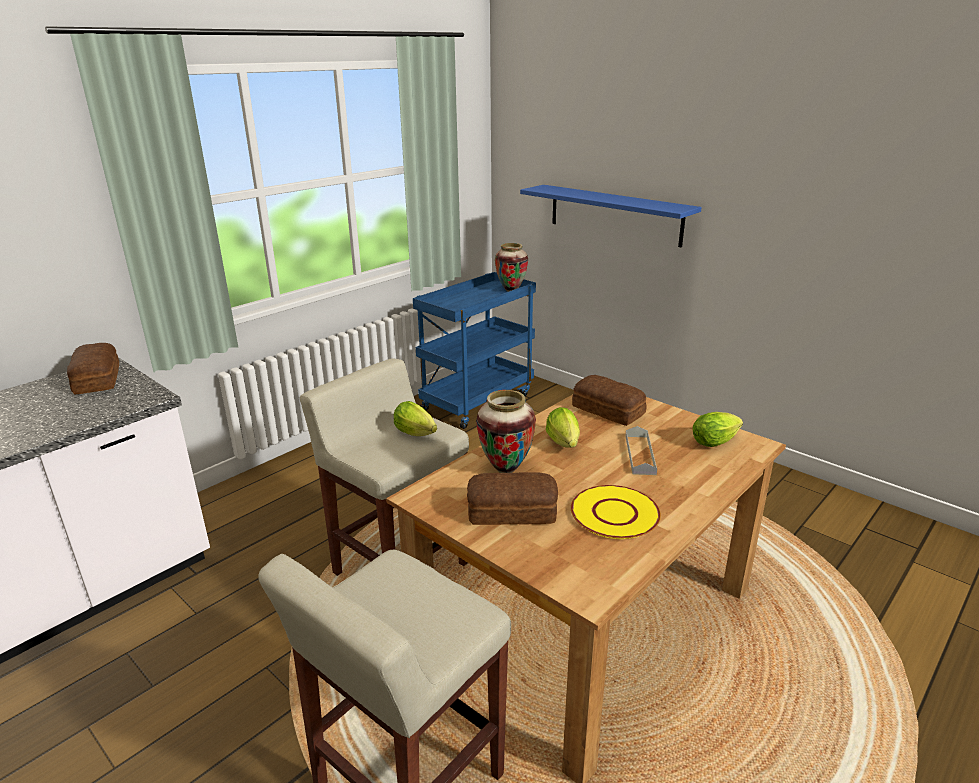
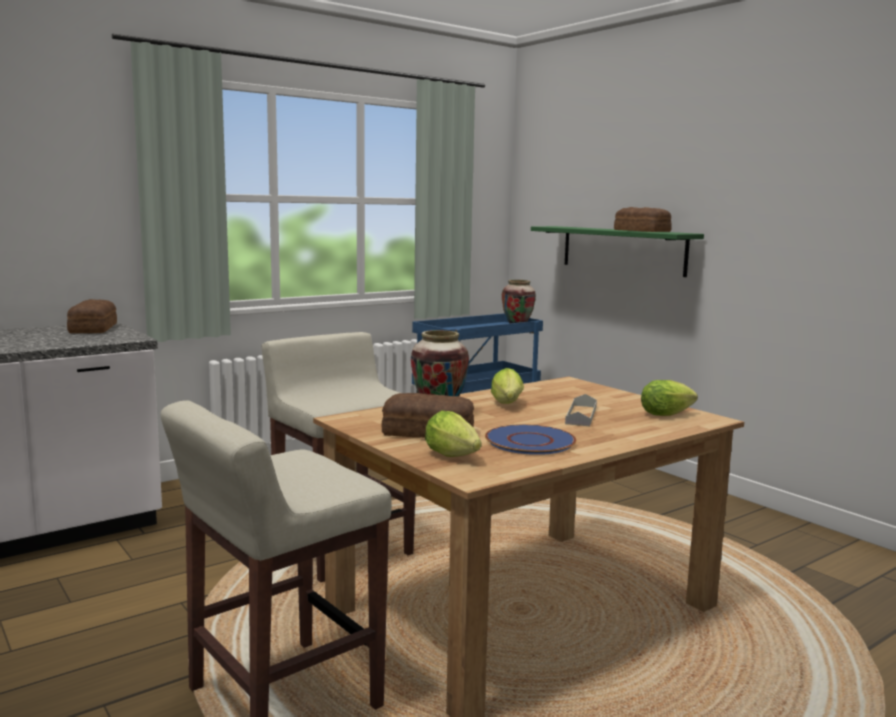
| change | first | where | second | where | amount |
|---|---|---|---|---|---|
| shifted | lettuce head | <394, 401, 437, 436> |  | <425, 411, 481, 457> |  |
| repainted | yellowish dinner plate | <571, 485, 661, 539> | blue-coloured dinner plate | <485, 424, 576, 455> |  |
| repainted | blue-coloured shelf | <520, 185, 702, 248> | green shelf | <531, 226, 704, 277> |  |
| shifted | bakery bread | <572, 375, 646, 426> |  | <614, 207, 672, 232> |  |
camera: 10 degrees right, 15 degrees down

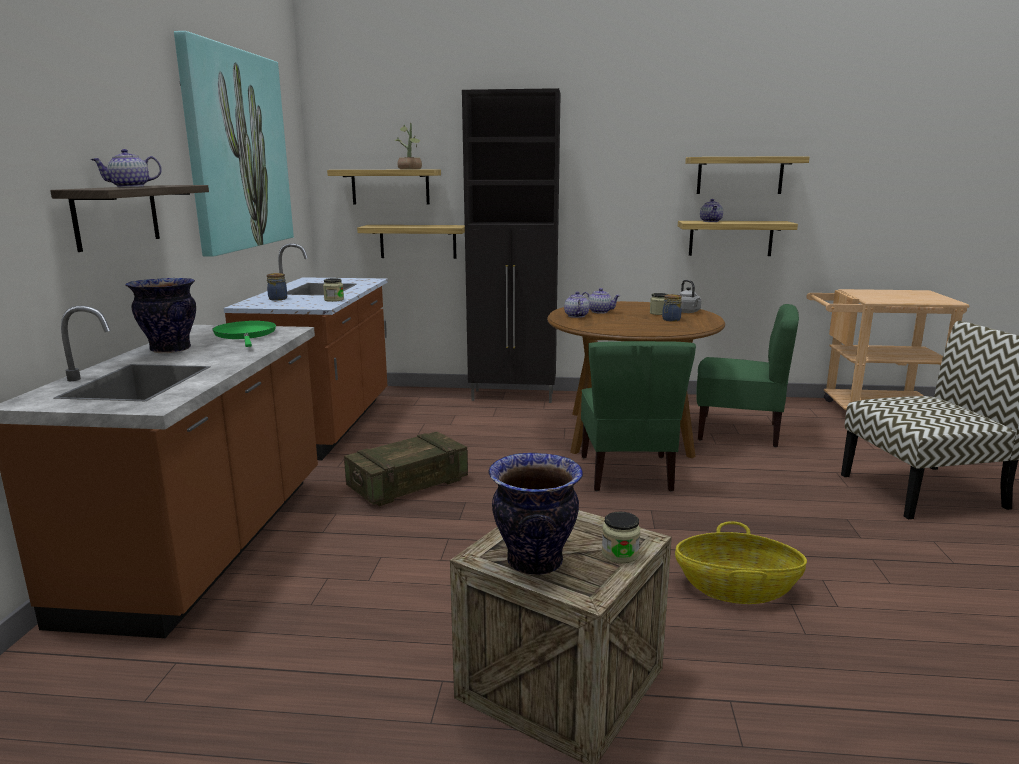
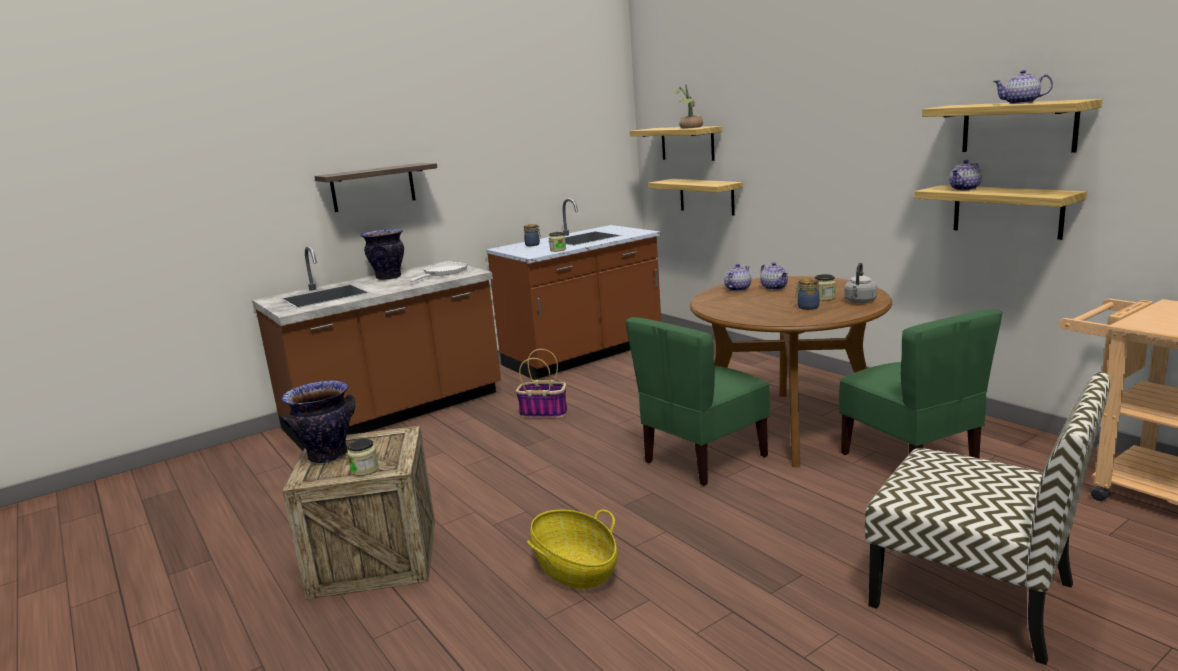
| change | first | where | second | where | amount |
|---|---|---|---|---|---|
| repainted | green frying pan | <212, 321, 276, 347> | white frying pan | <410, 262, 468, 282> |  |
| swapped | crate | <344, 431, 468, 506> | storage basket | <516, 349, 567, 418> |  |
| shifted | pot for tea | <91, 149, 162, 187> |  | <993, 70, 1053, 104> |  |
| gone | picture | <174, 31, 294, 257> |  |  |  |
| gone | black cupboard | <462, 88, 561, 403> |  |  |  |
camera: 50 degrees right, 0 degrees up

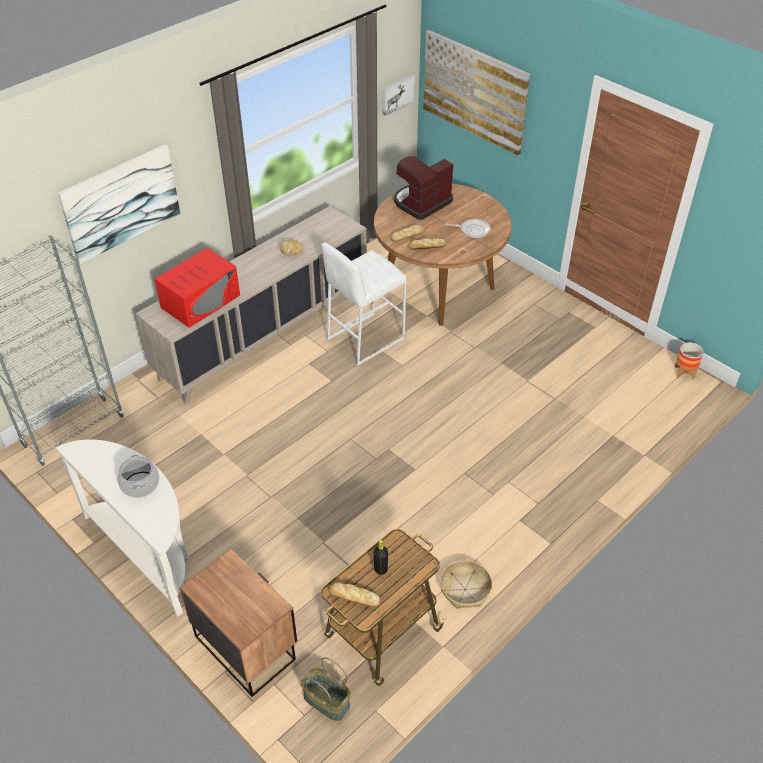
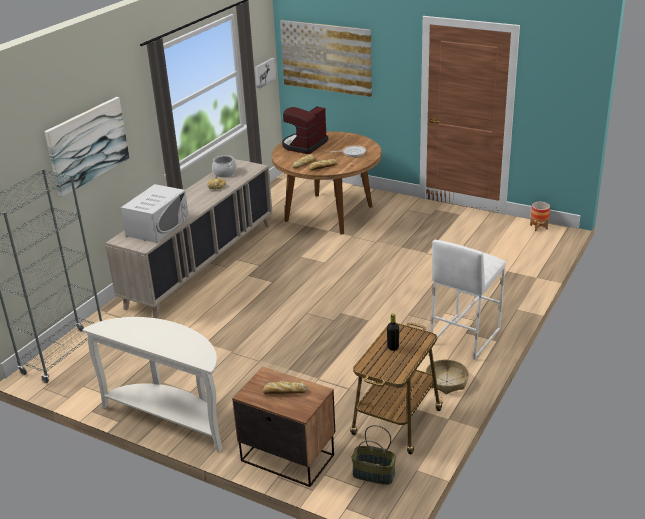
| change | first | where | second | where | amount |
|---|---|---|---|---|---|
| repainted | red-coloured microwave oven | <155, 248, 240, 328> | white microwave oven | <121, 184, 189, 243> |  |
| shifted | saucepot | <118, 455, 159, 498> |  | <212, 155, 237, 177> |  |
| shifted | bakery bread | <328, 582, 380, 607> |  | <263, 381, 308, 394> |  |
| shifted | white stool | <322, 242, 406, 366> |  | <430, 240, 506, 360> |  |
camera: 15 degrees left, 15 degrees down

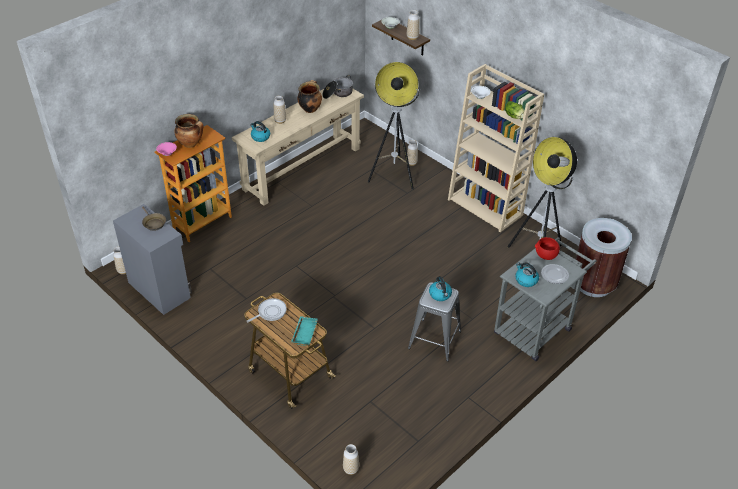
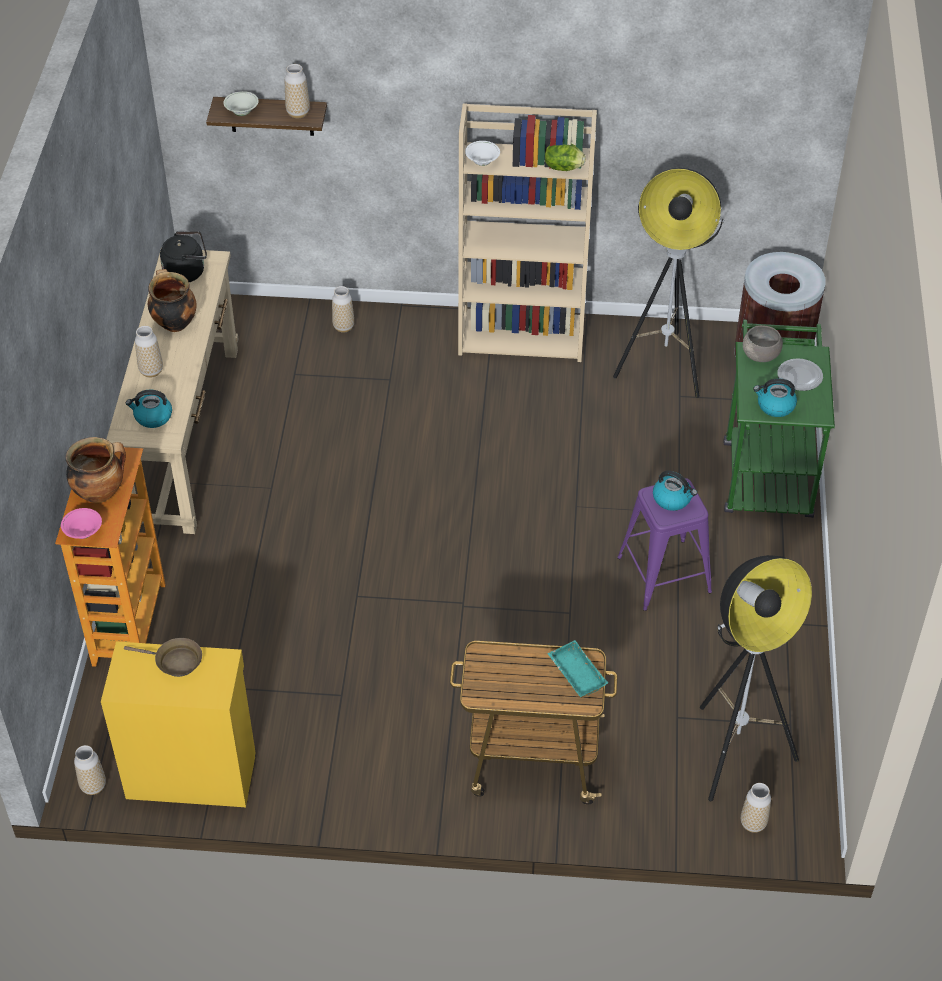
| change | first | where | second | where | amount |
|---|---|---|---|---|---|
| repainted | greyish cupboard | <113, 204, 192, 315> | yellowish cupboard | <101, 641, 256, 807> |  |
| swapped | saucepot | <322, 75, 353, 99> | black water kettle | <160, 231, 207, 282> |  |
| repainted | greyish stool | <408, 282, 461, 361> | purplish stool | <617, 478, 712, 611> |  |
| shifted | standard lamp | <368, 62, 421, 190> |  | <700, 555, 812, 802> |  |
| repainted | greyish wheeled cart | <494, 237, 597, 361> | green wheeled cart | <723, 320, 835, 518> |  |
| repainted | red-coloured bowl | <535, 237, 560, 260> | greyish bowl | <743, 325, 783, 362> |  |
| gone | frying pan | <247, 298, 287, 322> |  |  |  |
camera: 40 degrees left, 5 degrees up

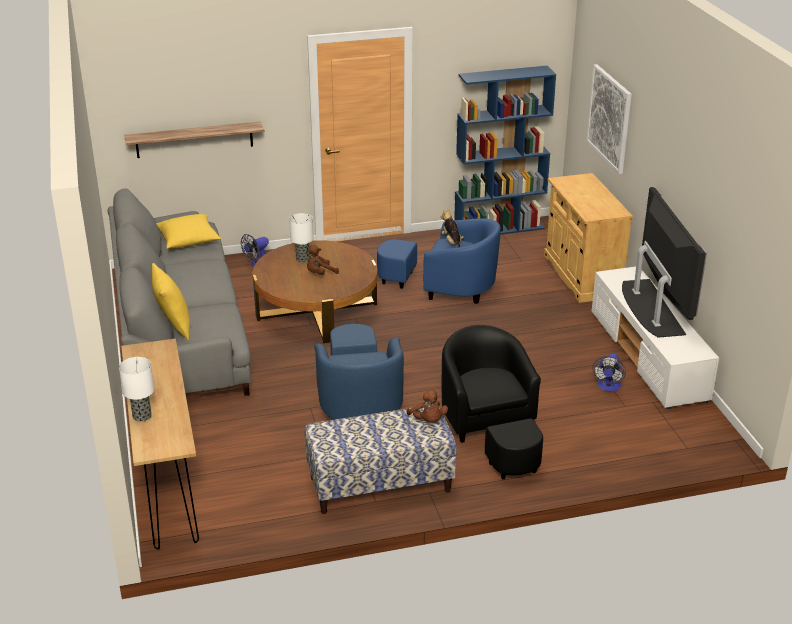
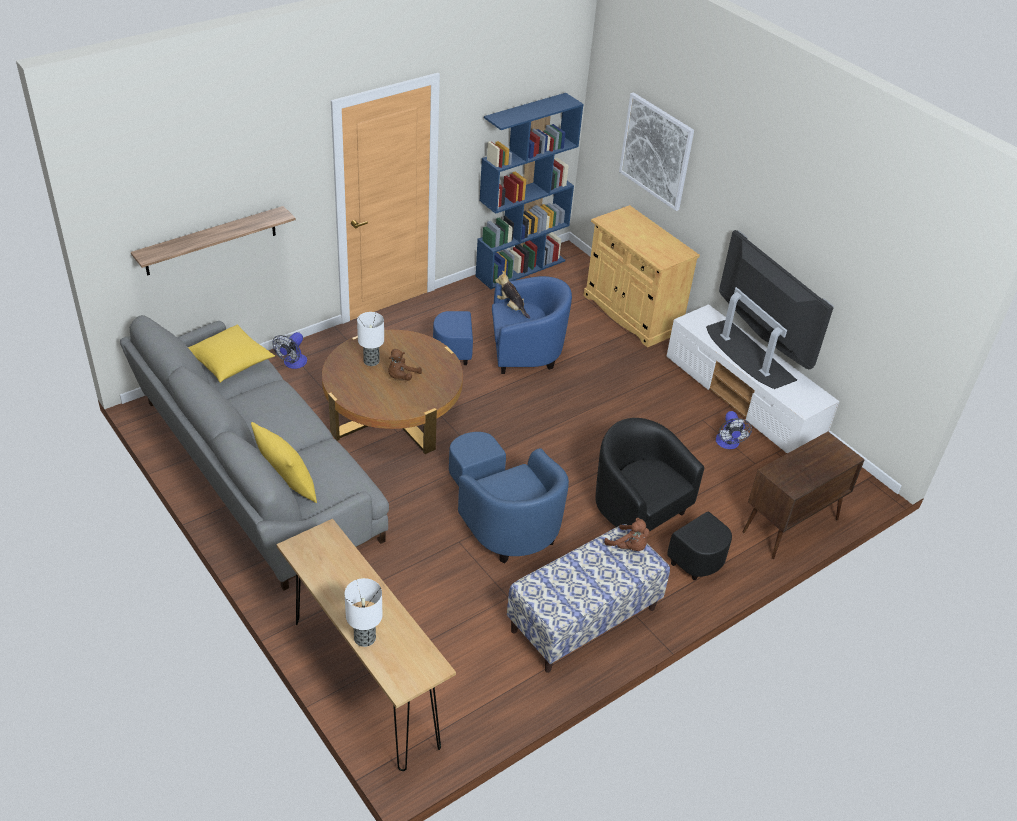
| change | first | where | second | where | amount |
|---|---|---|---|---|---|
| new |  |  | brown-coloured cupboard | <743, 432, 865, 559> |  |
camera: 25 degrees left, 10 degrees up

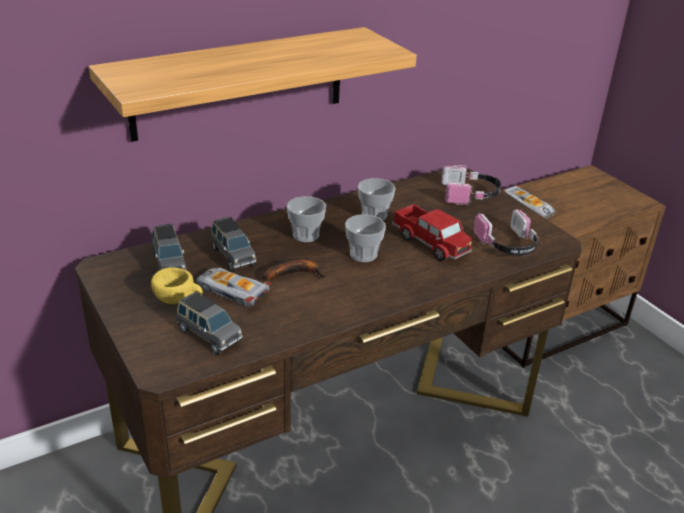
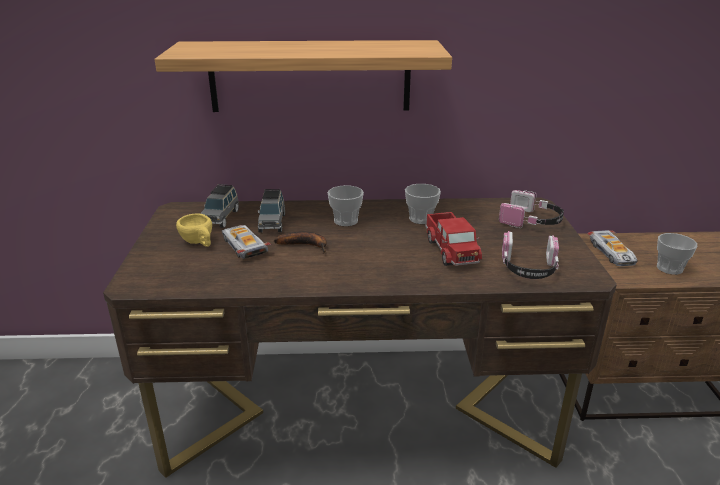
| change | first | where | second | where | amount |
|---|---|---|---|---|---|
| shifted | small cup | <345, 215, 386, 262> |  | <657, 233, 698, 275> |  |
| gone | greyish toy car | <176, 291, 242, 355> |  |  |  |
camera: 30 degrees right, 5 degrees down

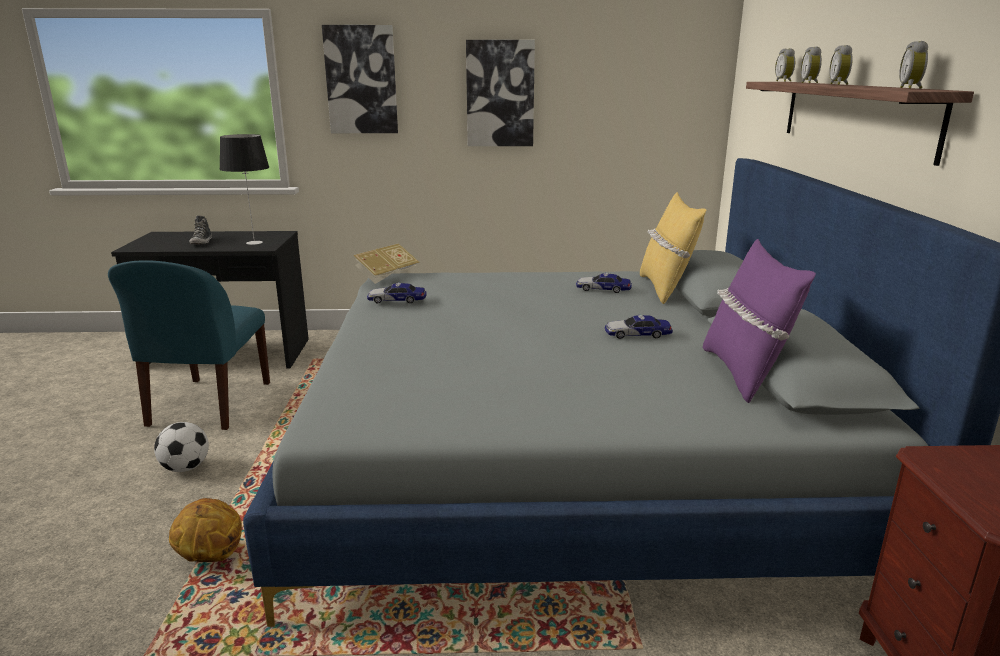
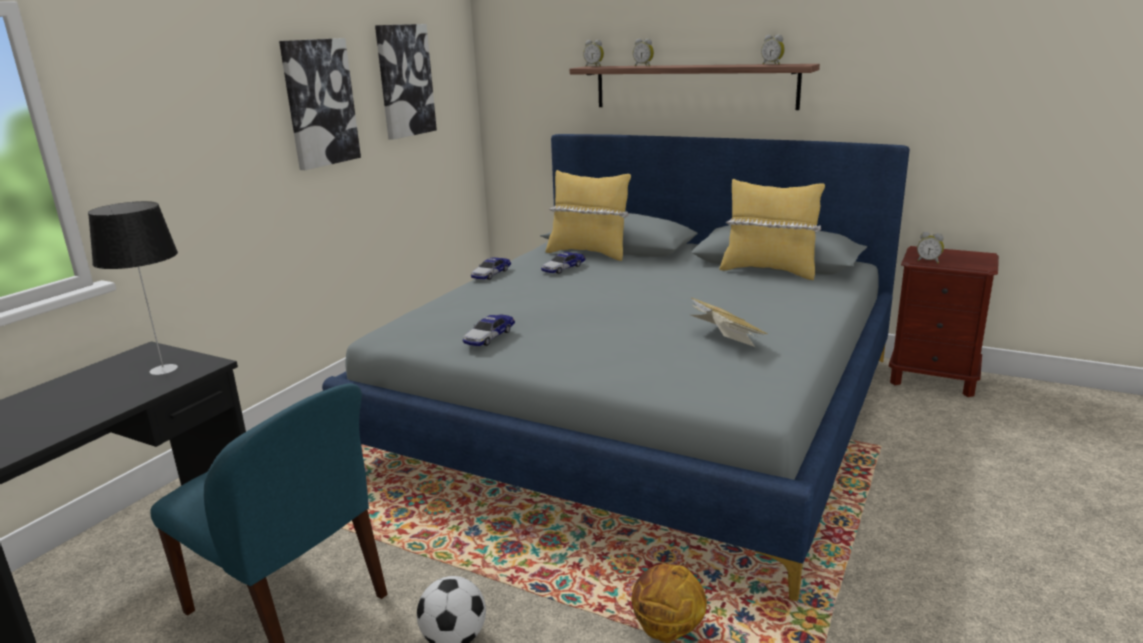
| change | first | where | second | where | amount |
|---|---|---|---|---|---|
| shifted | picture | <322, 25, 398, 133> |  | <375, 24, 437, 140> |  |
| shifted | toy car | <605, 315, 673, 339> |  | <471, 257, 511, 280> |  |
| shifted | book | <353, 243, 420, 284> |  | <691, 297, 767, 347> |  |
| repainted | purplish cushion | <703, 239, 816, 403> | yellowish cushion | <720, 179, 825, 280> |  |
| shifted | bedside clock | <829, 45, 853, 85> |  | <917, 232, 944, 264> |  |
| gone | shoe | <189, 216, 212, 244> |  |  |  |
camera: 60 degrees left, 0 degrees up

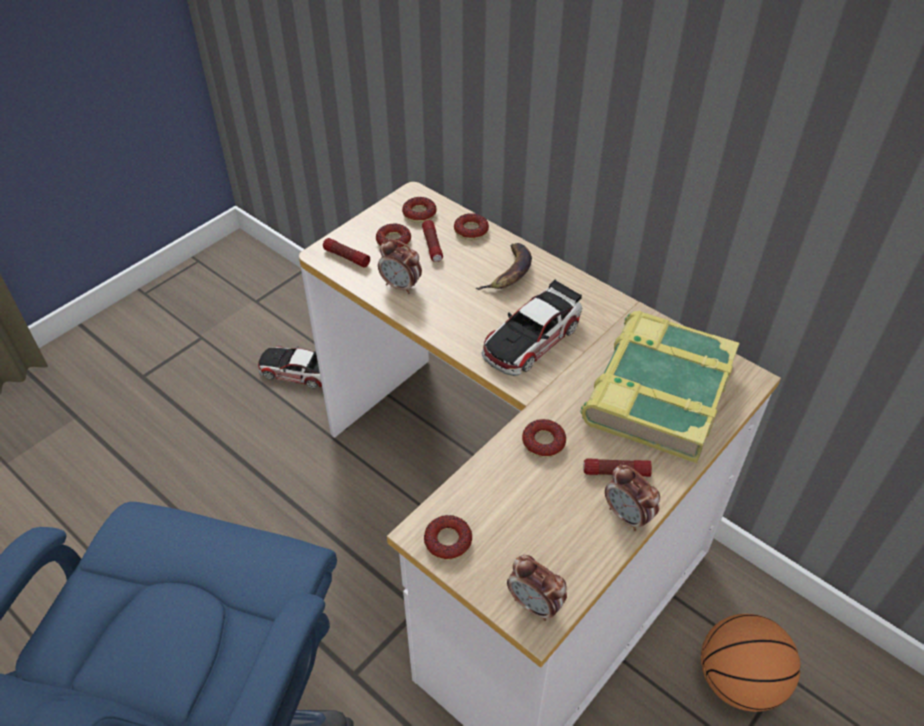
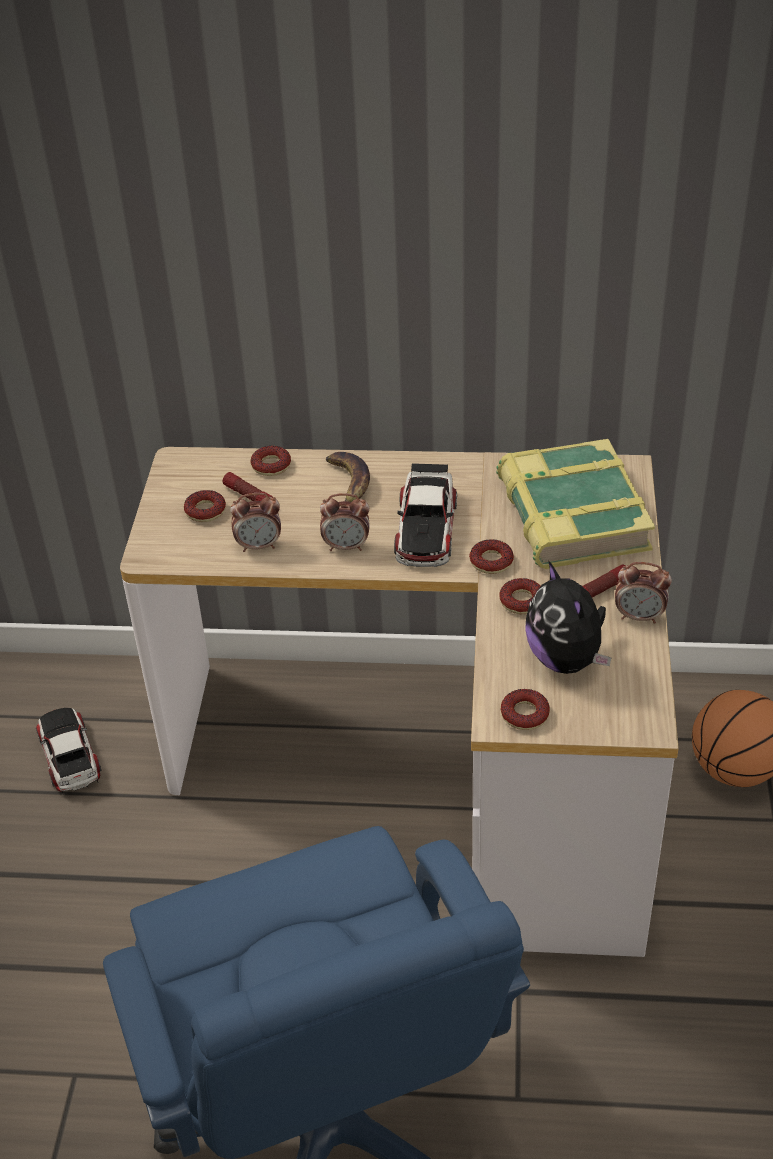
| change | first | where | second | where | amount |
|---|---|---|---|---|---|
| rotated | toy car | <258, 346, 322, 389> |  | <36, 708, 101, 795> | 90 degrees clockwise |
| shifted | bedside clock | <507, 555, 567, 621> |  | <320, 493, 370, 551> |  |
| shifted | ring doughnut | <402, 197, 437, 223> |  | <469, 539, 514, 574> |  |
| new |  |  | soft toy | <525, 560, 611, 674> |  |
| gone | hand torch | <323, 238, 370, 267> |  |  |  |
camera: 35 degrees left, 5 degrees down

